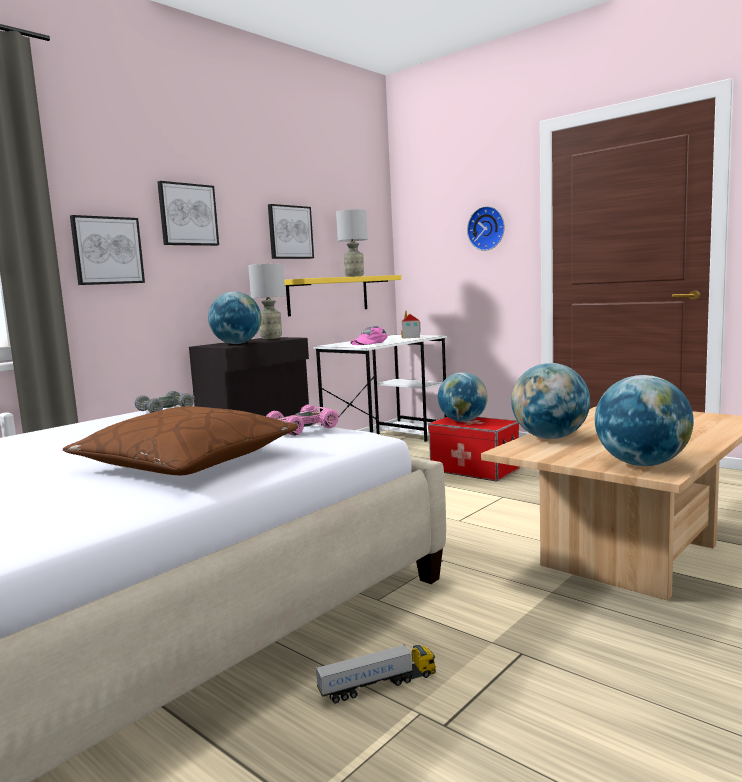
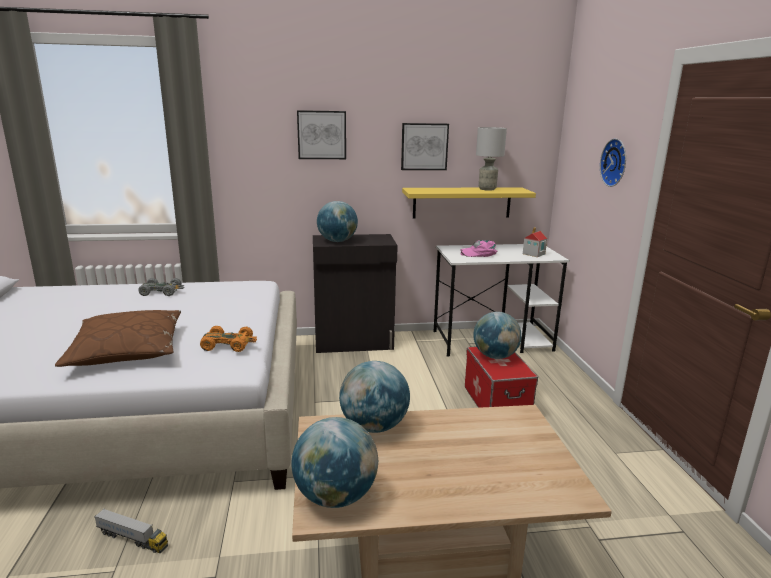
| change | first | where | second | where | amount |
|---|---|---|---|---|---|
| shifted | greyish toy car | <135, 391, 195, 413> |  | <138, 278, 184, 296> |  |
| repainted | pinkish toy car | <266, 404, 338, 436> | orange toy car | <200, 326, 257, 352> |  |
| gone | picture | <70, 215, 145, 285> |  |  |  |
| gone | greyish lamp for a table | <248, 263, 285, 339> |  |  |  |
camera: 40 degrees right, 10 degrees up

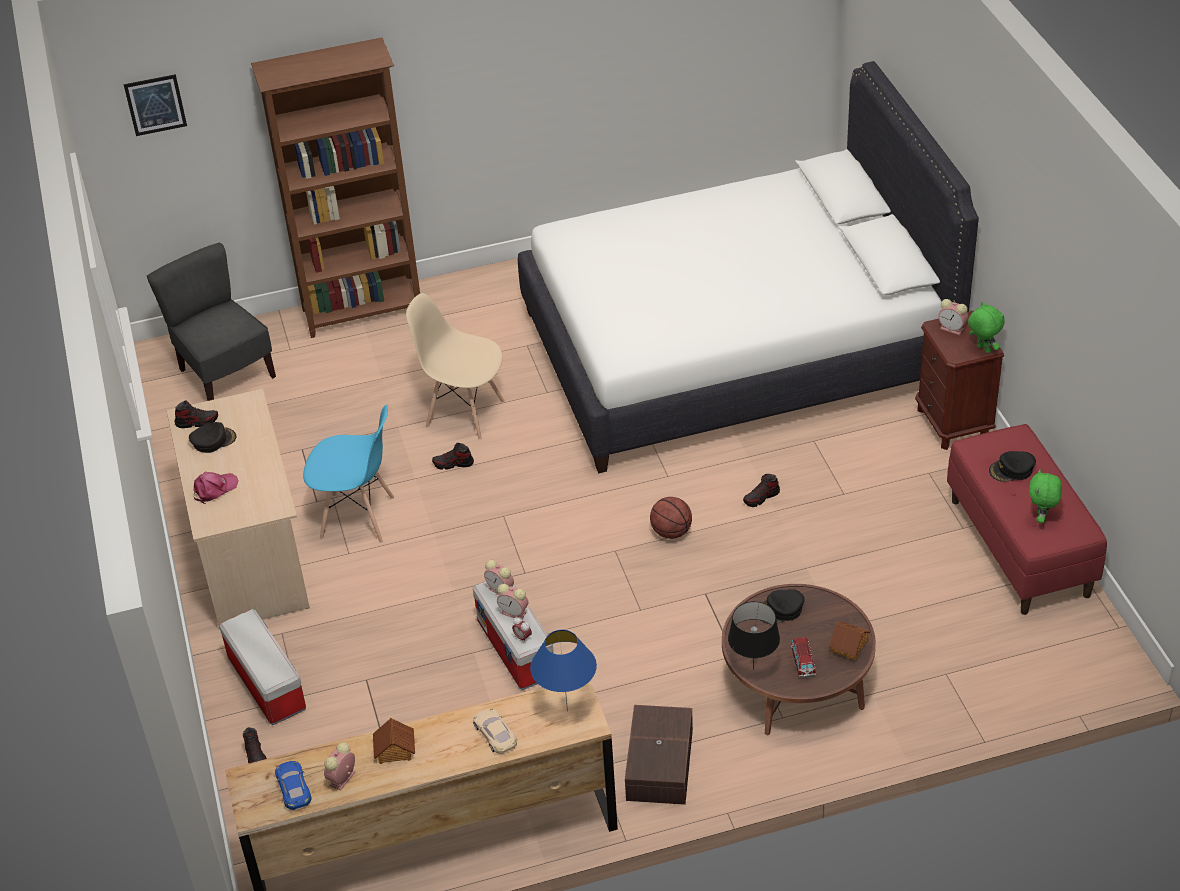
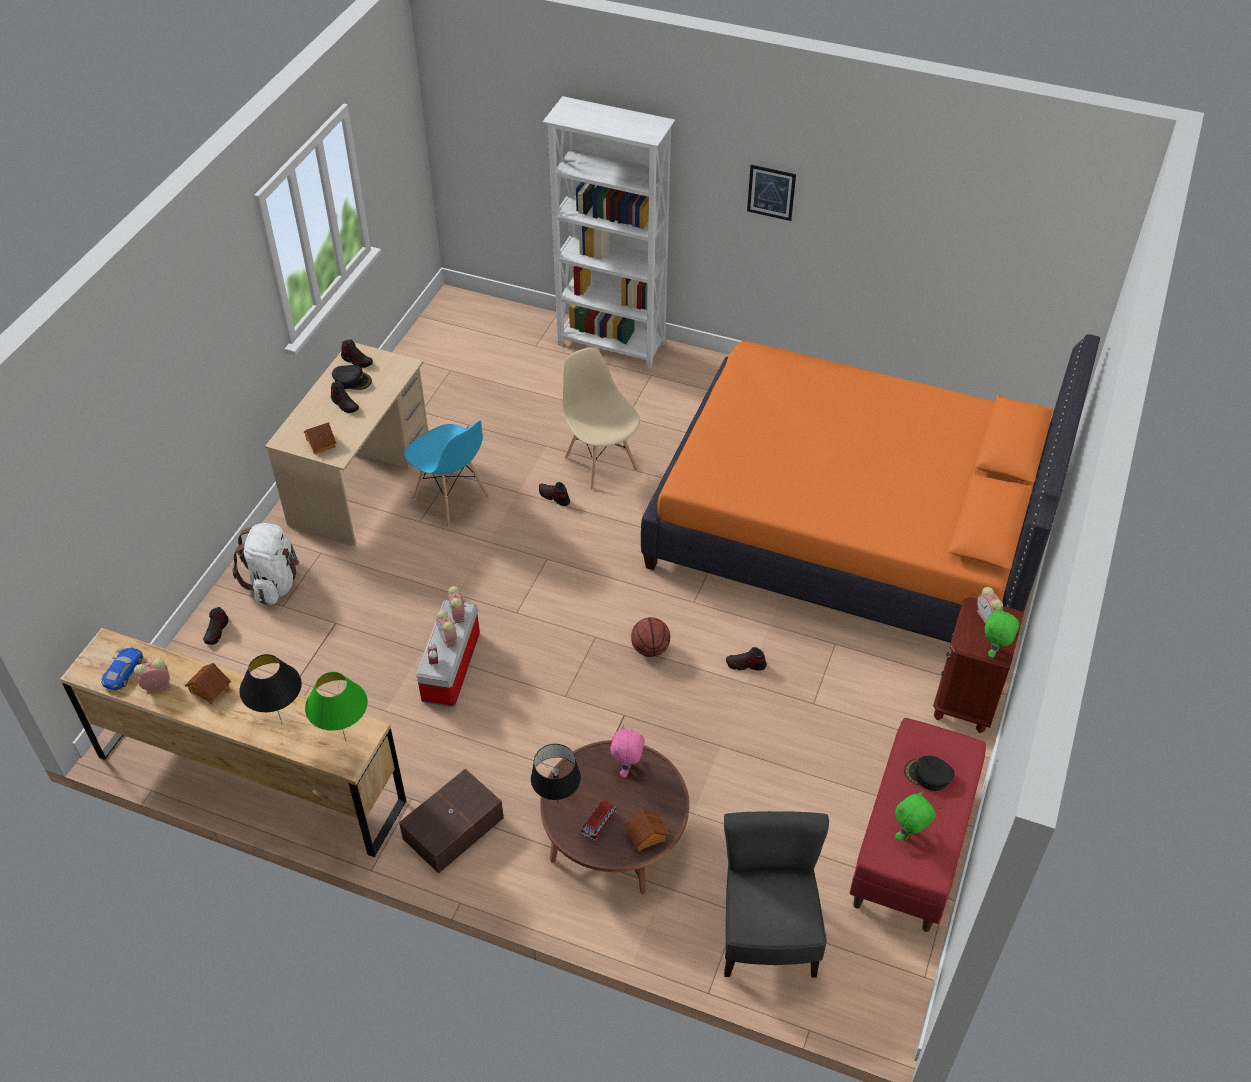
| change | first | where | second | where | amount |
|---|---|---|---|---|---|
| swapped | storage container | <219, 609, 306, 725> | white knapsack | <232, 523, 299, 604> |  |
| swapped | beige toy car | <473, 709, 517, 754> | black lamp for a table | <239, 654, 302, 723> |  |
| new |  |  | toy house | <304, 422, 336, 454> |  |
| repainted | blue-coloured lamp for a table | <530, 630, 597, 711> | green lamp for a table | <305, 672, 368, 741> |  |
| new |  |  | shoe | <331, 382, 359, 413> |  |
| repainted | brown-coloured bookcase | <251, 37, 420, 338> | white bookcase | <543, 96, 675, 369> |  |
| swapped | black peaked cap | <761, 589, 805, 624> | pinkish soft toy | <611, 725, 645, 778> |  |
| repainted | white sleeping bed | <518, 61, 979, 473> | orange sleeping bed | <641, 334, 1100, 643> |  |
| shifted | greyish chair | <147, 243, 276, 401> |  | <724, 811, 829, 977> |  |
| shifted | picture | <124, 74, 187, 136> |  | <747, 165, 796, 221> |  |
| rotated | green soft toy | <968, 302, 1005, 353> |  | <985, 606, 1019, 658> | 150 degrees counterclockwise |
| gone | pinkish peaked cap | <193, 472, 239, 504> |  |  |  |
camera: 35 degrees right, 5 degrees up

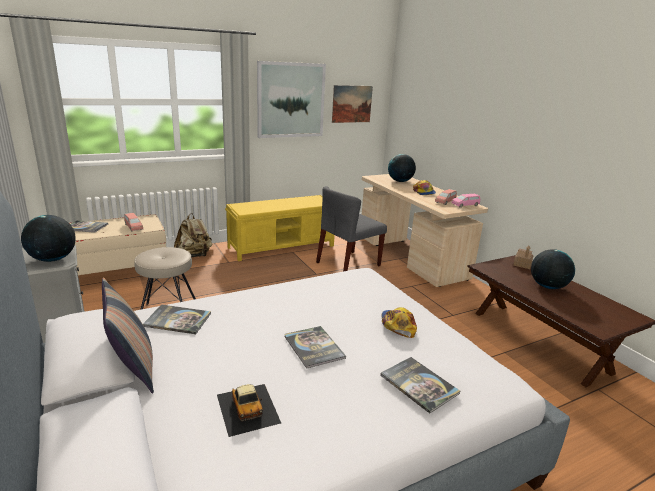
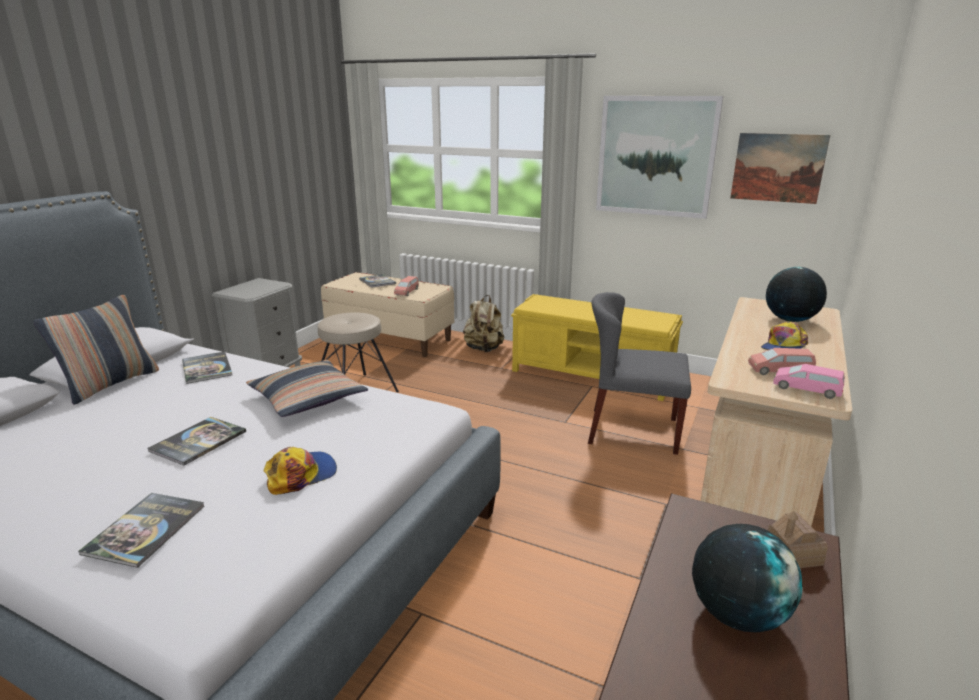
| change | first | where | second | where | amount |
|---|---|---|---|---|---|
| new |  |  | cushion | <246, 360, 368, 417> |  |
| gone | desk globe | <21, 215, 76, 262> |  |  |  |
| gone | toy car | <217, 384, 281, 437> |  |  |  |
camera: 55 degrees right, 0 degrees up

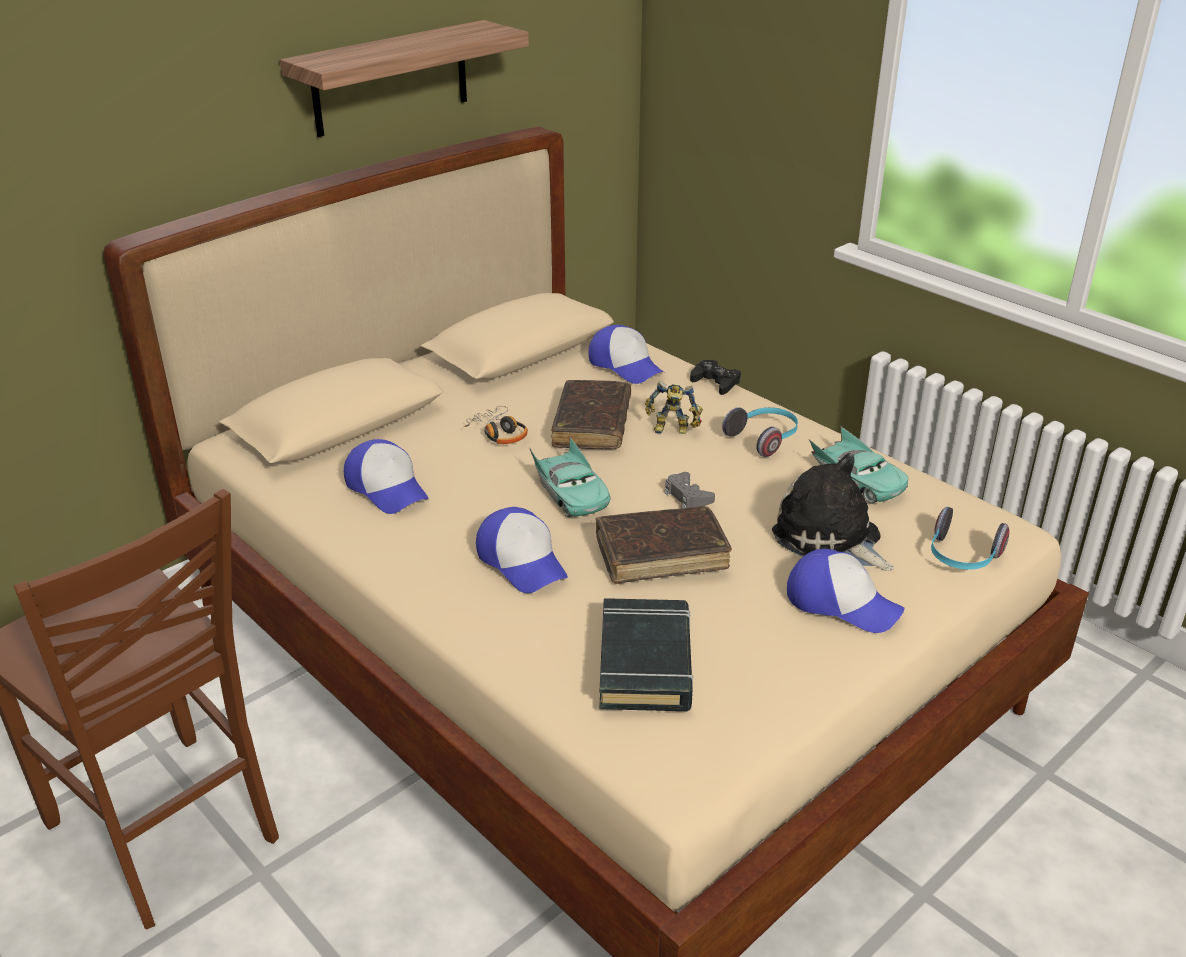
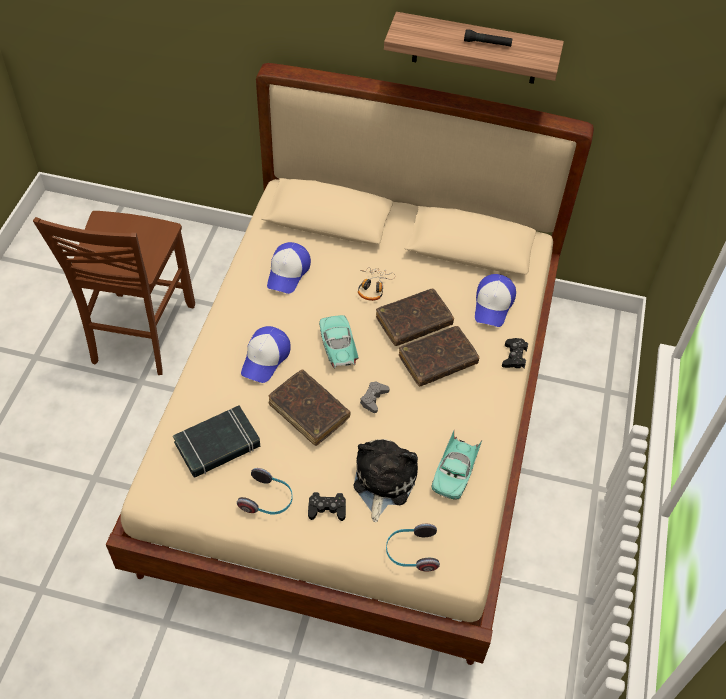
| change | first | where | second | where | amount |
|---|---|---|---|---|---|
| shifted | headphones | <722, 407, 798, 457> |  | <237, 468, 293, 514> |  |
| swapped | peaked cap | <787, 549, 905, 633> | black gamepad | <308, 492, 346, 521> |  |
| rotated | blue-green toy car | <529, 437, 610, 517> |  | <319, 315, 359, 369> | 135 degrees clockwise |
| swapped | model robot | <645, 382, 703, 434> | brown-coloured book | <399, 326, 480, 386> |  |
| new |  |  | black hand torch | <464, 29, 513, 47> |  |
camera: 55 degrees right, 20 degrees up

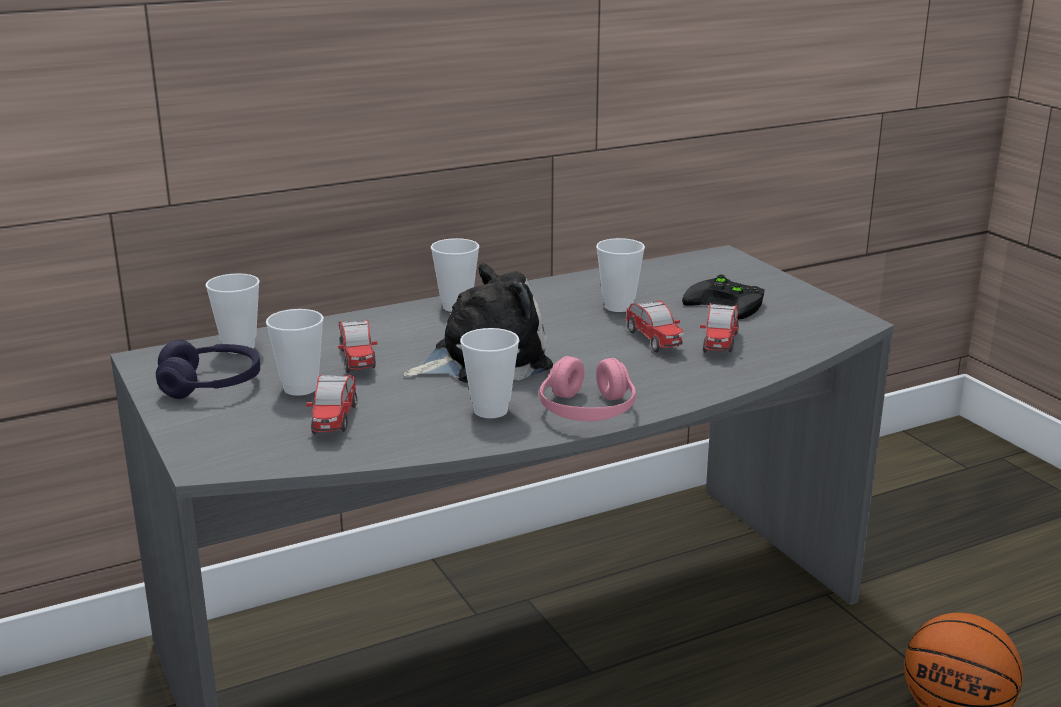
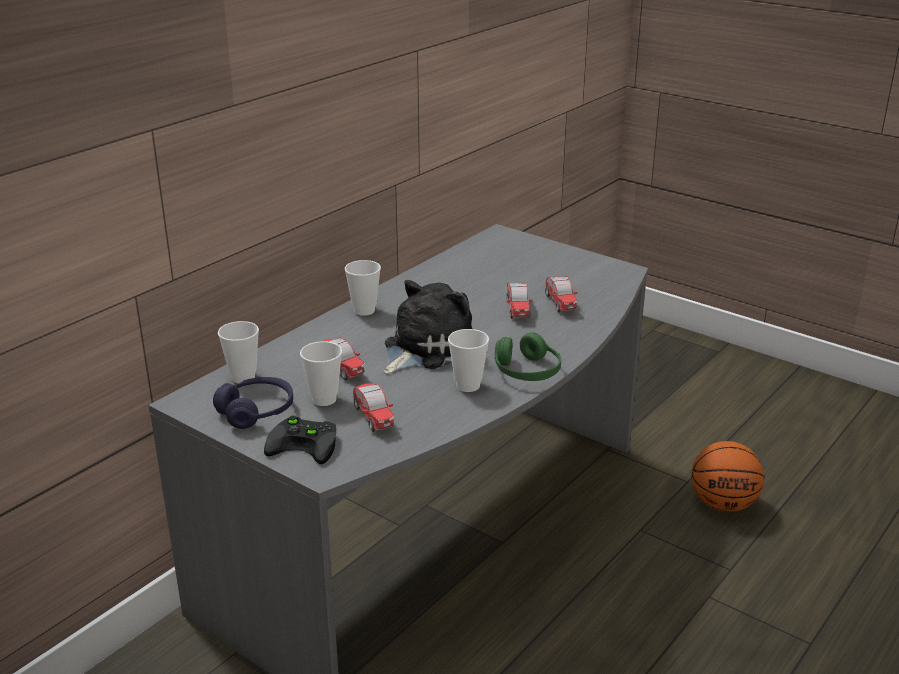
| change | first | where | second | where | amount |
|---|---|---|---|---|---|
| shifted | black gamepad | <682, 275, 765, 319> |  | <264, 415, 336, 464> |  |
| repainted | pinkish headphones | <539, 356, 636, 421> | green headphones | <495, 332, 561, 381> |  |
| rotated | toy car | <626, 300, 684, 352> |  | <507, 283, 533, 319> | 45 degrees clockwise |
| gone | small cup | <596, 238, 645, 312> |  |  |  |
camera: 25 degrees left, 5 degrees up

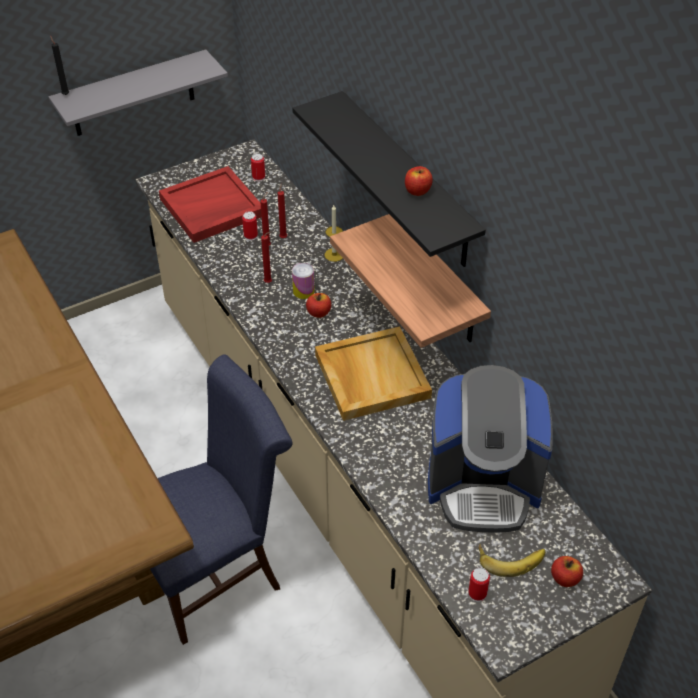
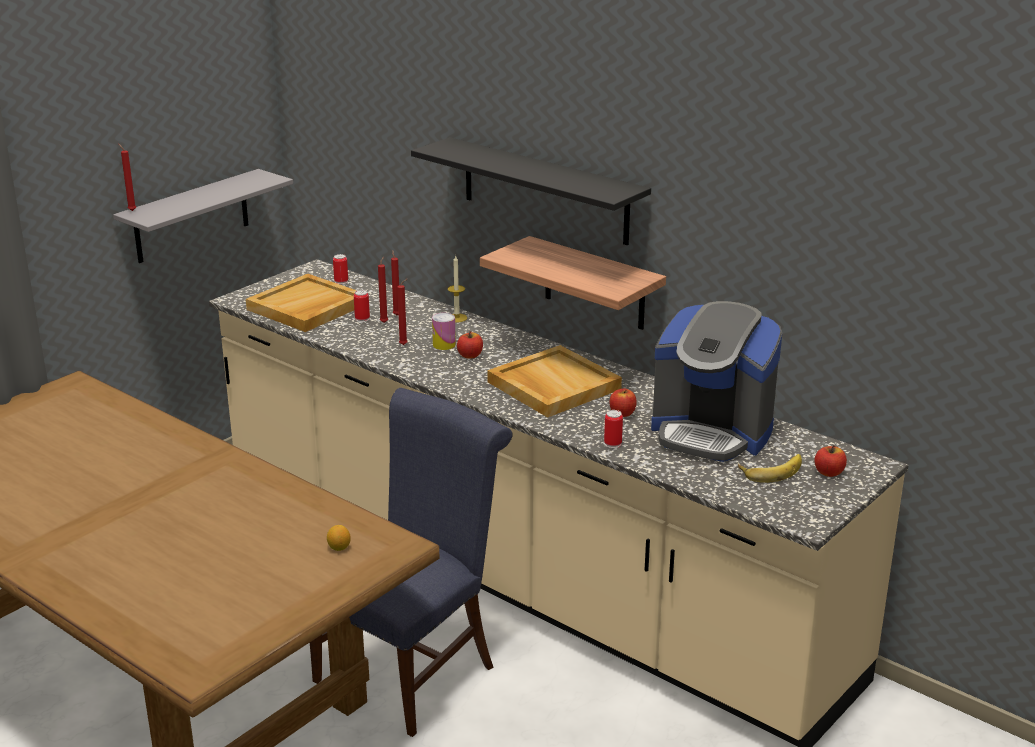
| change | first | where | second | where | amount |
|---|---|---|---|---|---|
| repainted | black candle | <50, 36, 69, 95> | red-coloured candle | <119, 144, 136, 211> |  |
| repainted | red-coloured tray | <159, 166, 262, 243> | beige tray | <246, 274, 357, 332> |  |
| new |  |  | lemon | <327, 525, 351, 551> |  |
| shifted | sealed can | <468, 567, 490, 602> |  | <604, 410, 623, 448> |  |
| shifted | apple fruit | <405, 166, 433, 196> |  | <610, 388, 637, 417> |  |
| rotated | coffee maker | <428, 365, 553, 533> |  | <651, 301, 782, 462> | 45 degrees clockwise |
camera: 20 degrees left, 20 degrees down

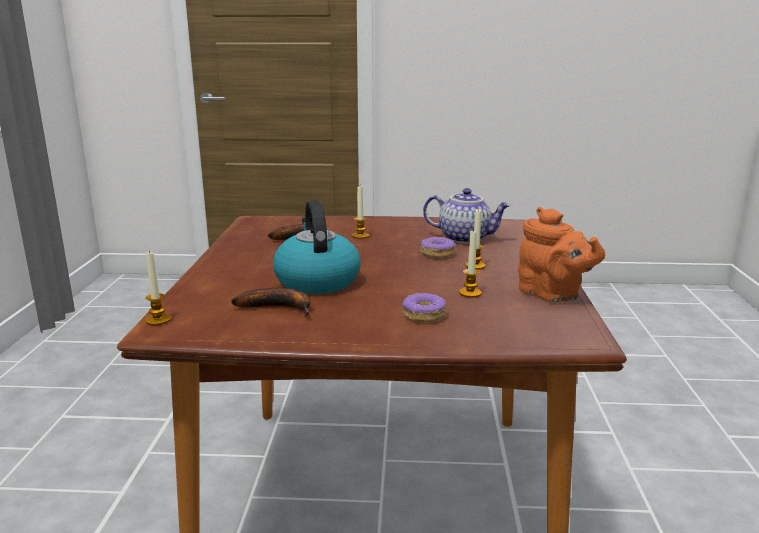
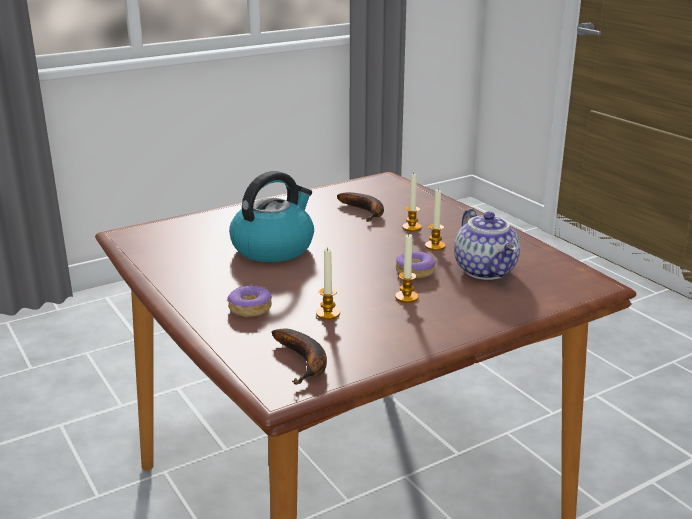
| change | first | where | second | where | amount |
|---|---|---|---|---|---|
| shifted | banana | <231, 288, 310, 317> |  | <271, 328, 327, 385> |  |
| shifted | candle | <145, 250, 171, 325> |  | <425, 190, 446, 251> |  |
| gone | orange pot for tea | <518, 207, 605, 302> |  |  |  |
camera: 55 degrees right, 5 degrees up

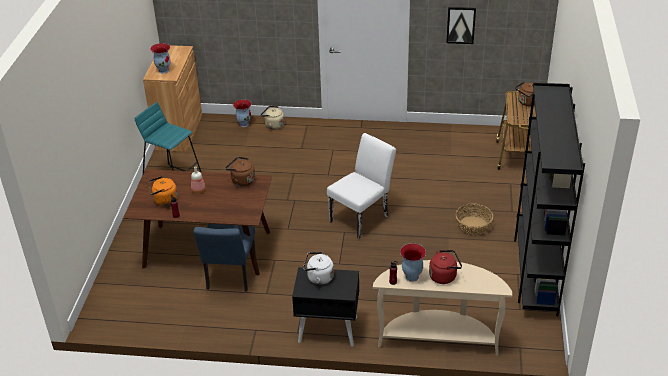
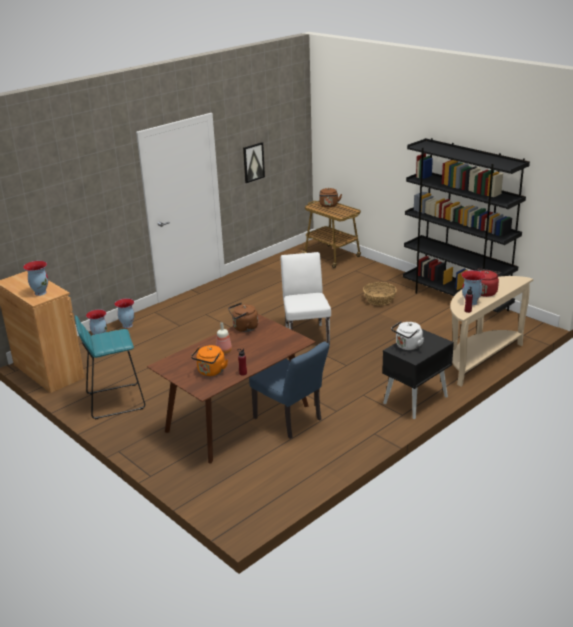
| change | first | where | second | where | amount |
|---|---|---|---|---|---|
| swapped | beige water kettle | <261, 106, 285, 130> | decorative vase | <114, 298, 134, 328> |  |
camera: 50 degrees left, 10 degrees down

